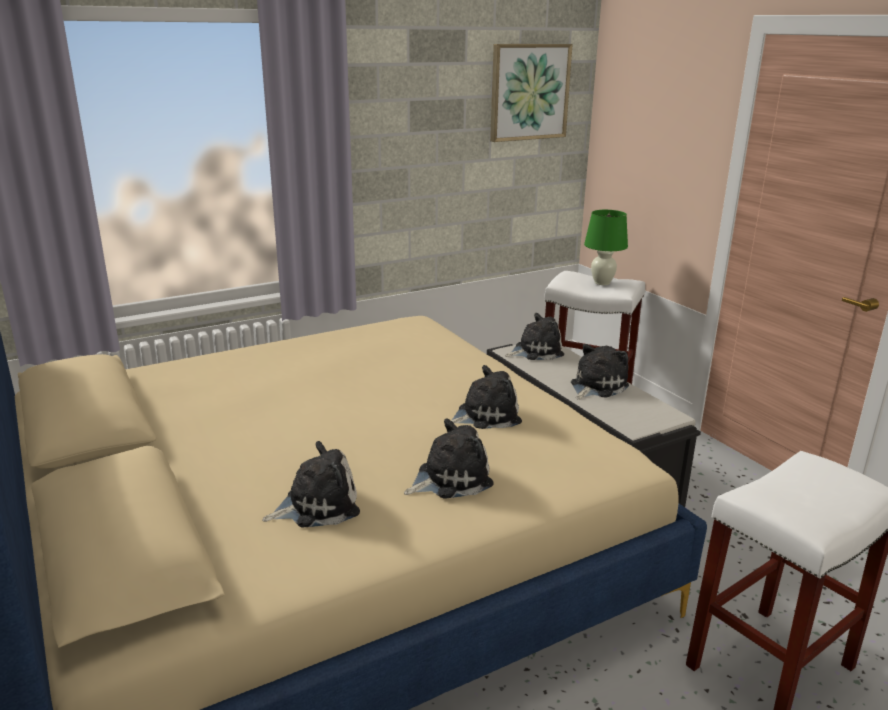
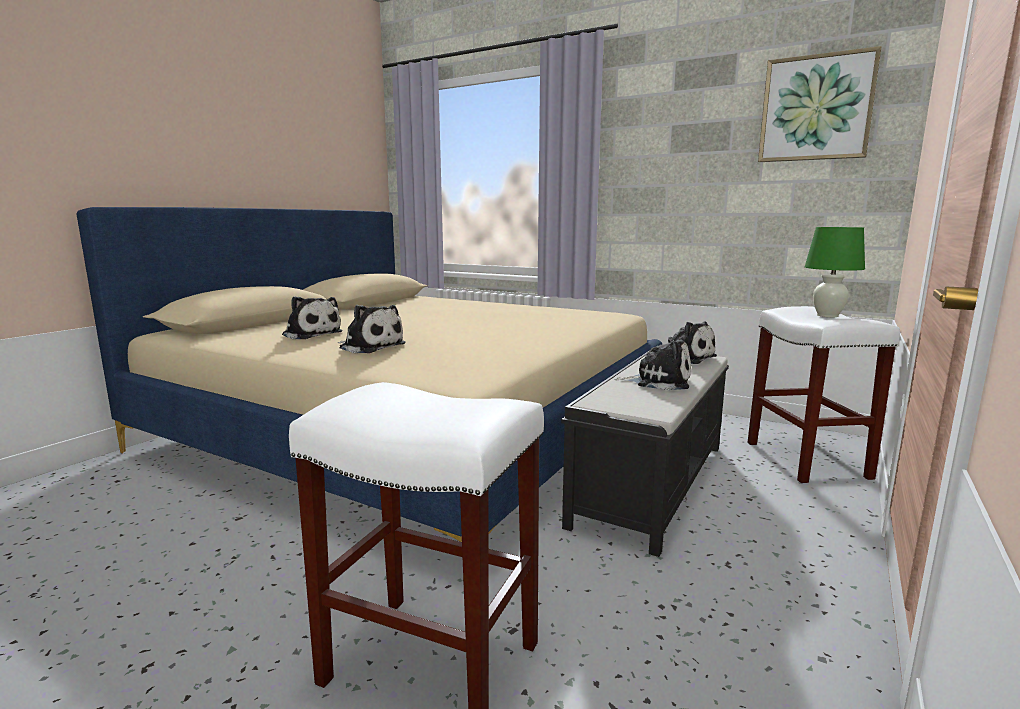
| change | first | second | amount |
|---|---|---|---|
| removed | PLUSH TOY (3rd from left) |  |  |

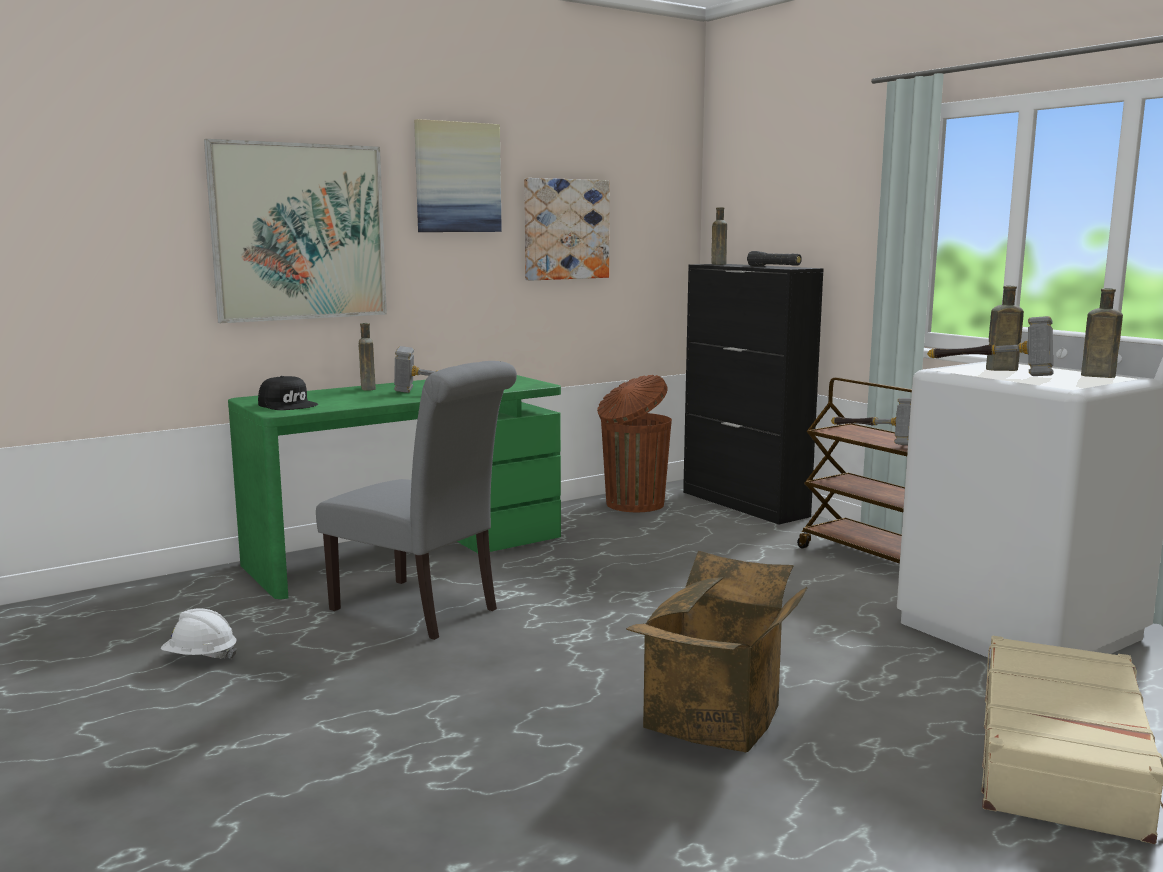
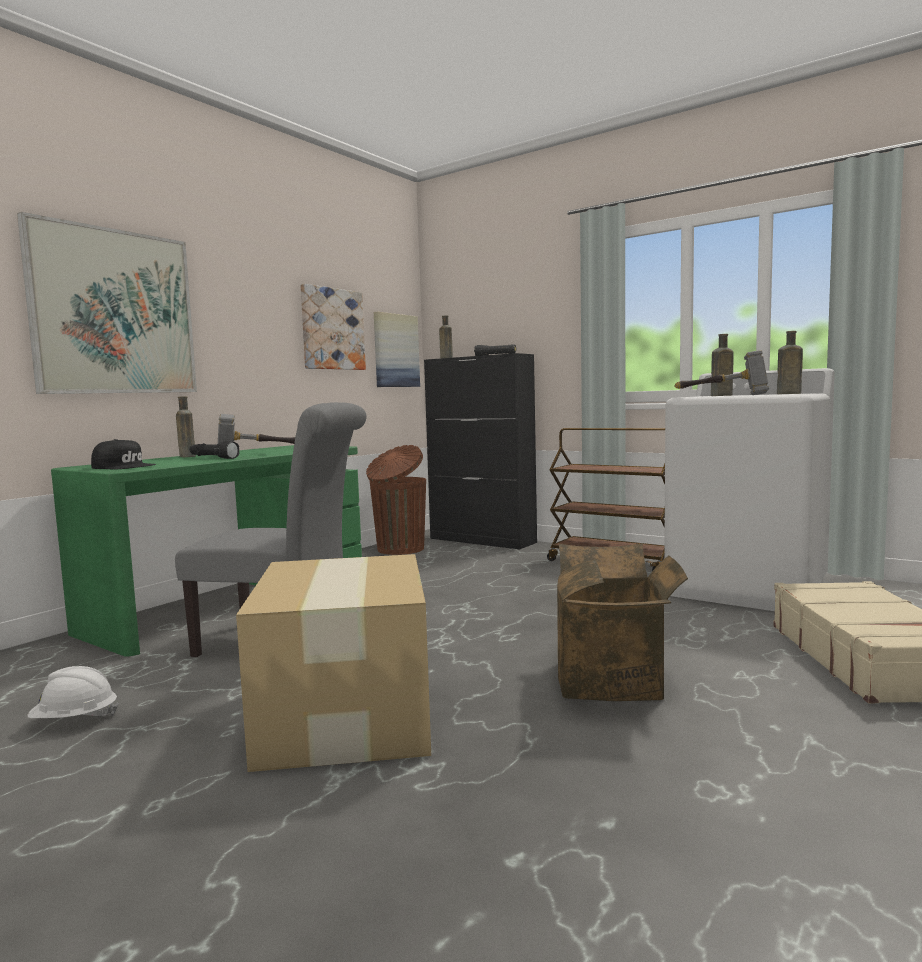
| change | first | second | amount |
|---|---|---|---|
| moved | PICTURE (2nd from left in the first image) | PICTURE (3rd from left) |  |
| removed | HAMMER (2nd from left) |  |  |
| added |  | BLACK FLASHLIGHT (1st from left) |  |
| added |  | CARDBOARD BOX (1st from left) |  |

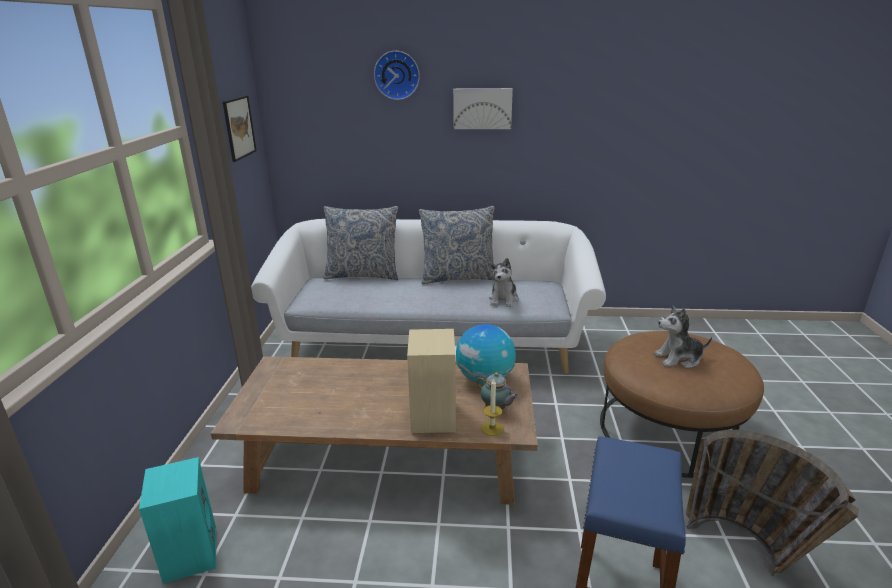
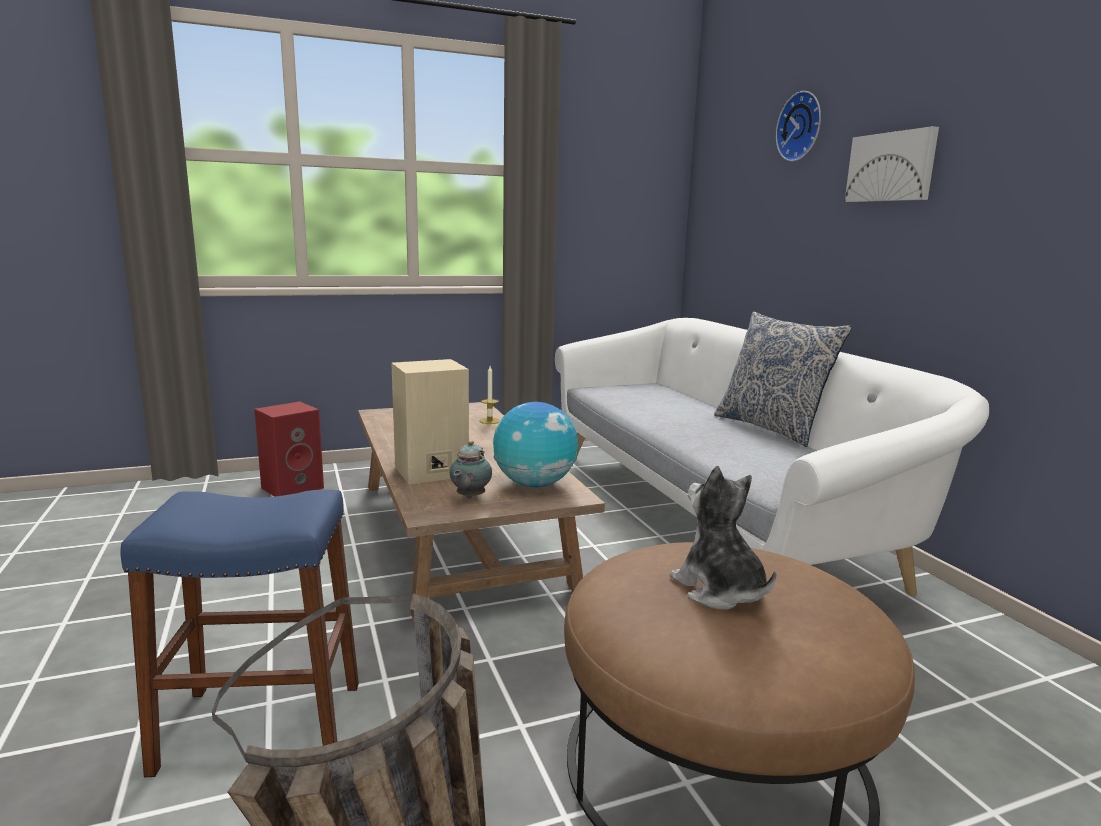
| change | first | second | amount |
|---|---|---|---|
| recoloured | TURQUOISE SPEAKER | RED SPEAKER |  |
| removed | PICTURE (1st from left) |  |  |
| removed | PILLOW (1st from left) |  |  |
| moved | CANDLE |  |  |
| removed | PLUSH TOY (1st from left) |  |  |

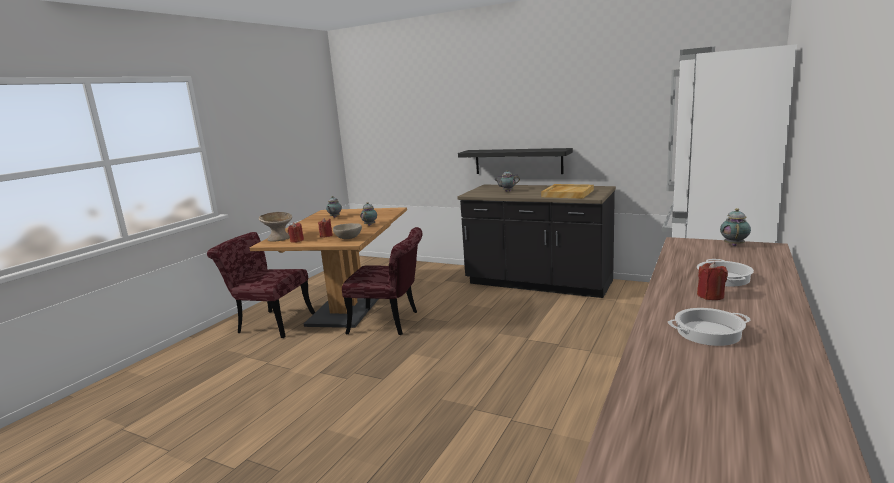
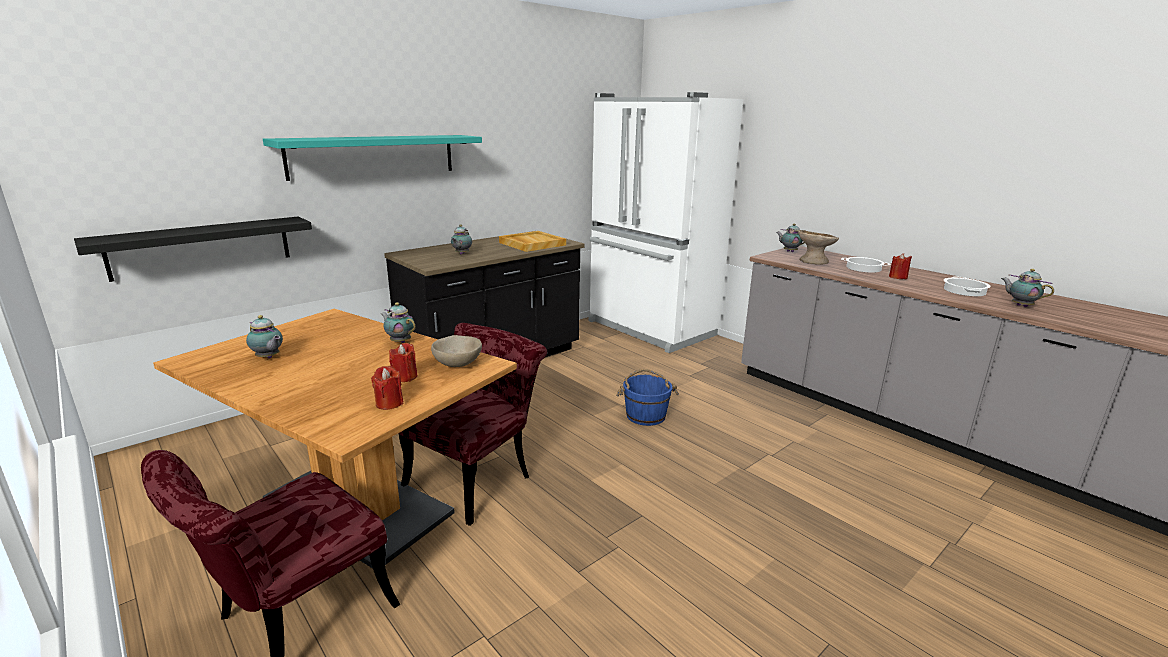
| change | first | second | amount |
|---|---|---|---|
| moved | BEIGE BOWL (1st from left in the first image) | BEIGE BOWL (2nd from left) |  |
| moved | BLACK SHELF |  |  |
| added |  | TURQUOISE SHELF |  |
| added |  | BLUE BUCKET |  |
| added |  | TEAPOT (5th from left) |  |

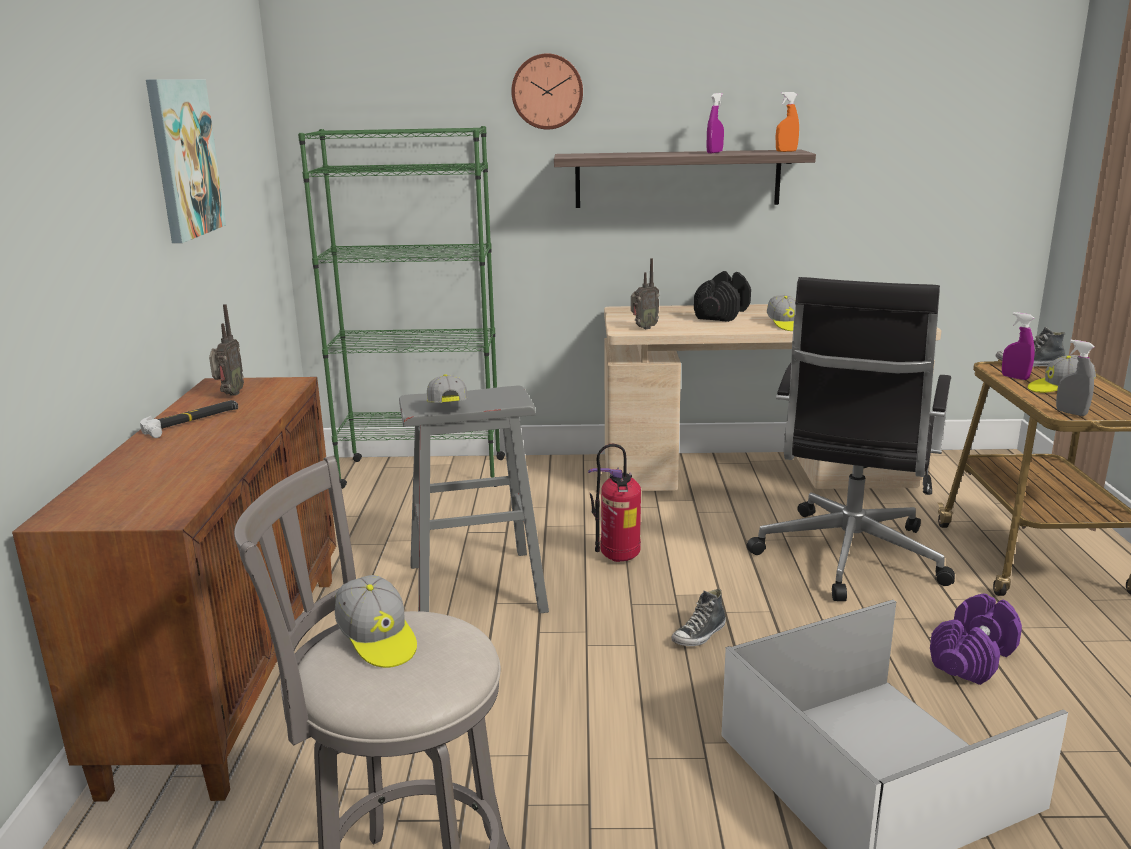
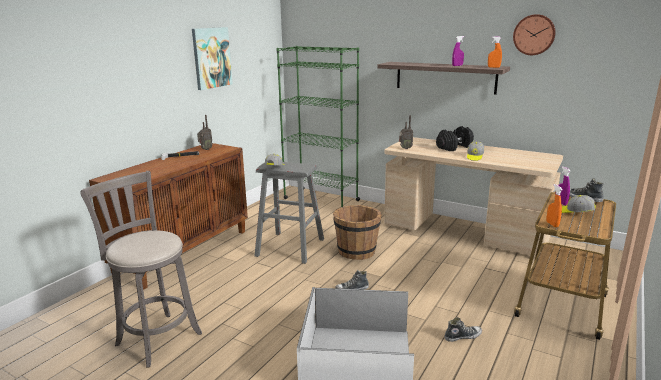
| change | first | second | amount |
|---|---|---|---|
| removed | CAP (1st from left) |  |  |
| moved | WALL CLOCK |  |  |
| replaced | FIRE EXTINGUISHER | BROWN BUCKET |  |
| removed | BLACK OFFICE CHAIR |  |  |
| replaced | PURPLE DUMBBELL | SHOE (2nd from left) |  |
| recoloured | GREY SPRAY BOTTLE | ORANGE SPRAY BOTTLE (2nd from left) |  |

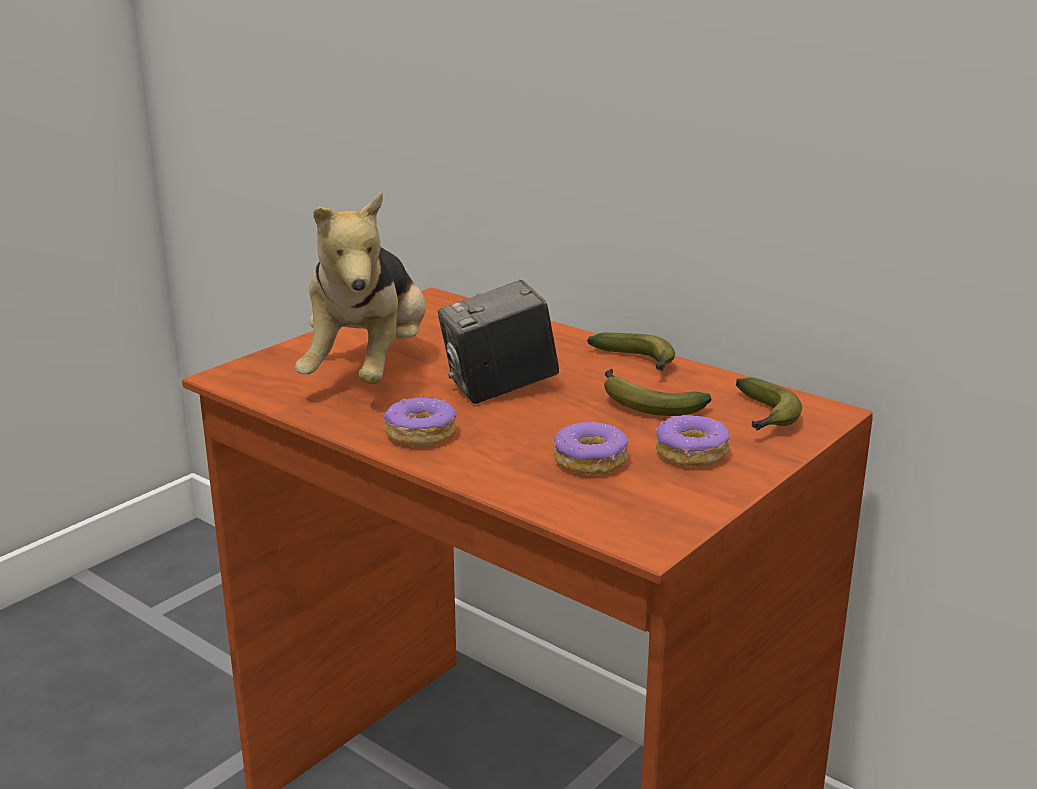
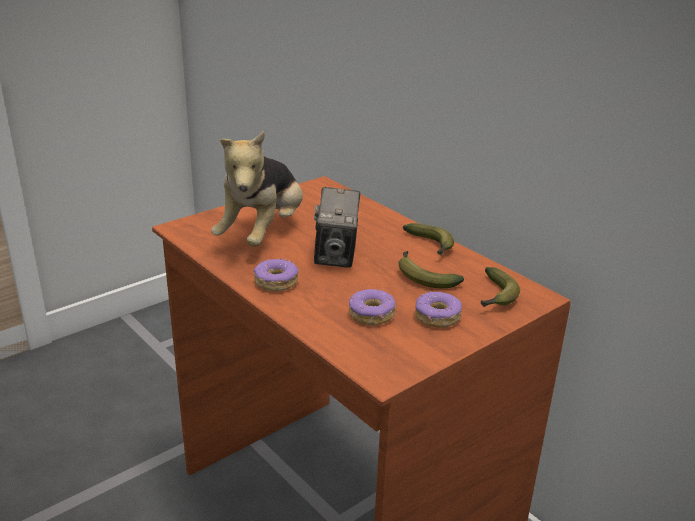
| change | first | second | amount |
|---|---|---|---|
| turned | PHOTO CAMERA |  | 75 degrees counterclockwise |

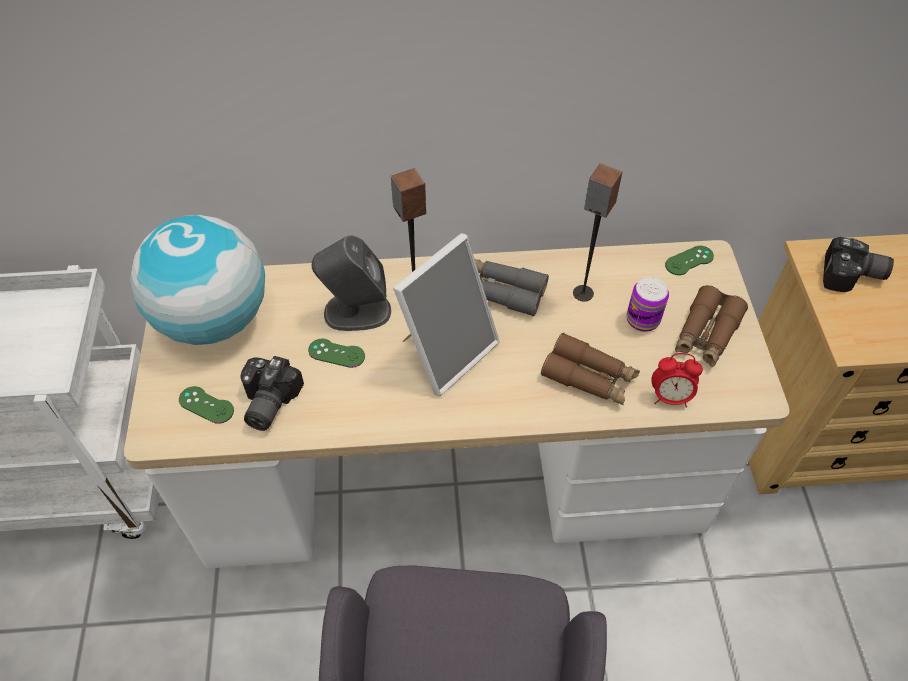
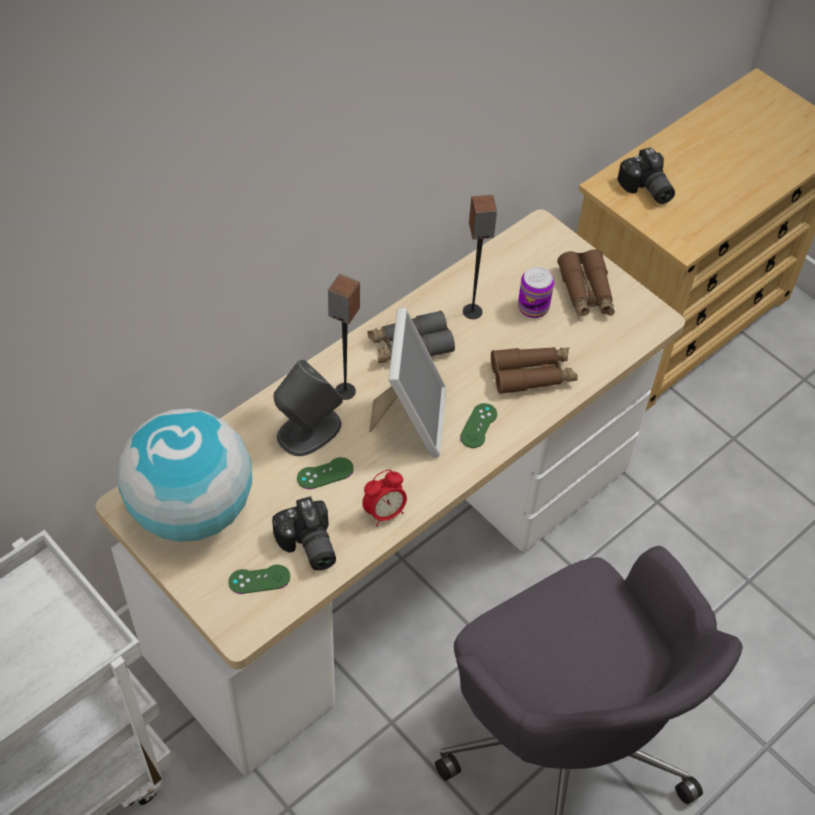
| change | first | second | amount |
|---|---|---|---|
| moved | ALARM CLOCK |  |  |
| moved | GREEN GAME CONTROLLER (3rd from left) |  |  |
| turned | PHOTO CAMERA (2nd from left) |  | 90 degrees clockwise |

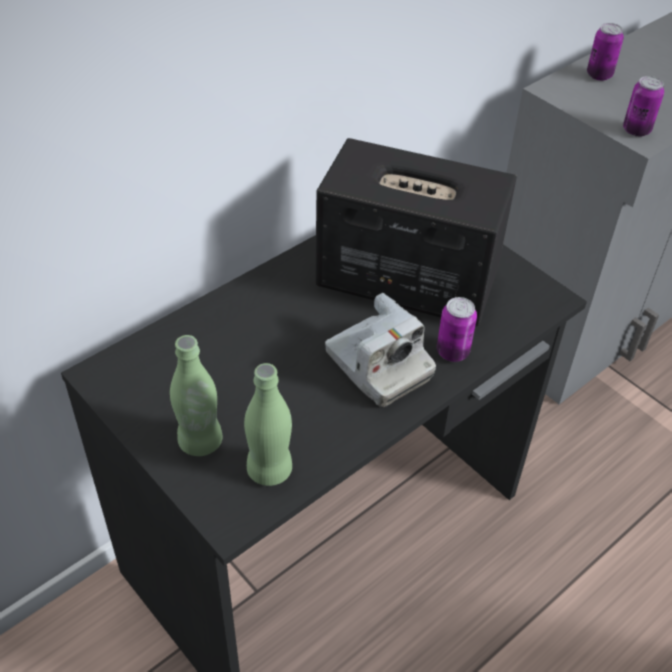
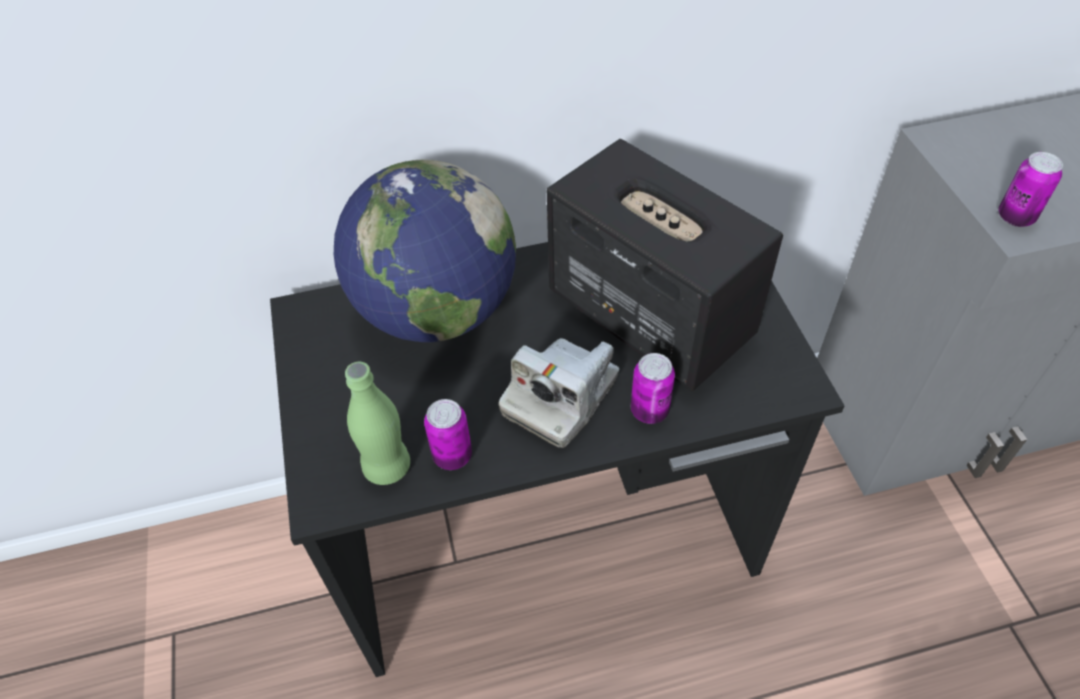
| change | first | second | amount |
|---|---|---|---|
| removed | GREEN BOTTLE (1st from left) |  |  |
| turned | PHOTO CAMERA |  | 45 degrees clockwise |
| moved | CAN (2nd from left in the first image) | CAN (1st from left) |  |
| added |  | GLOBE |  |

